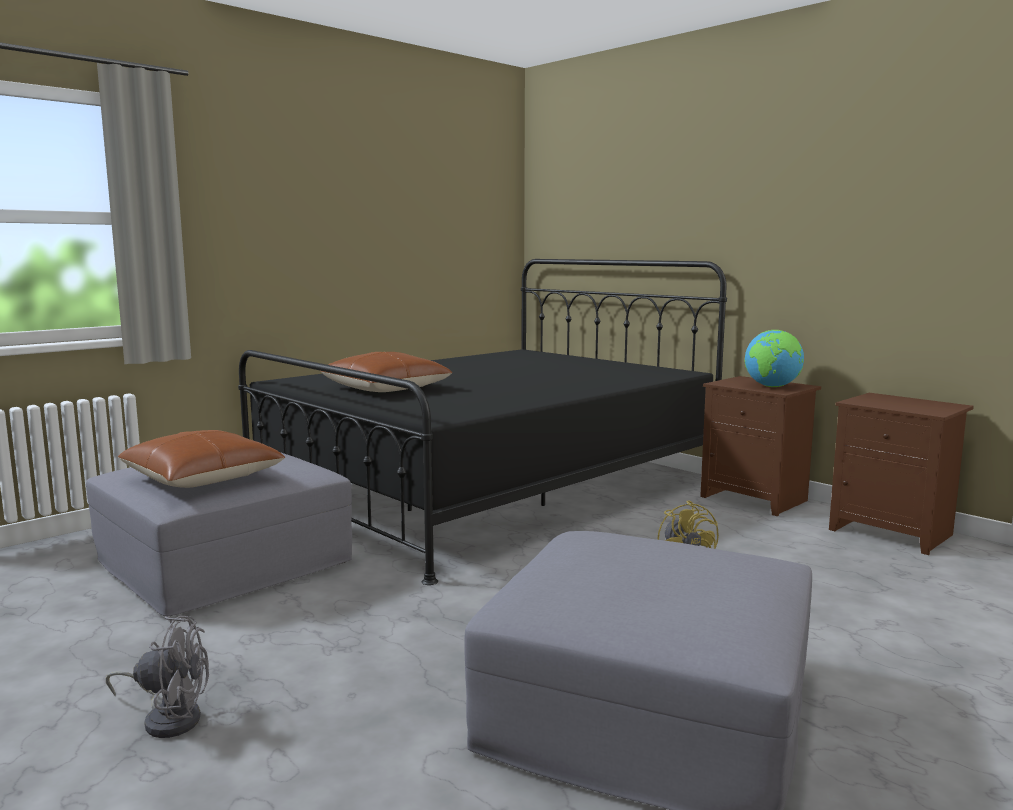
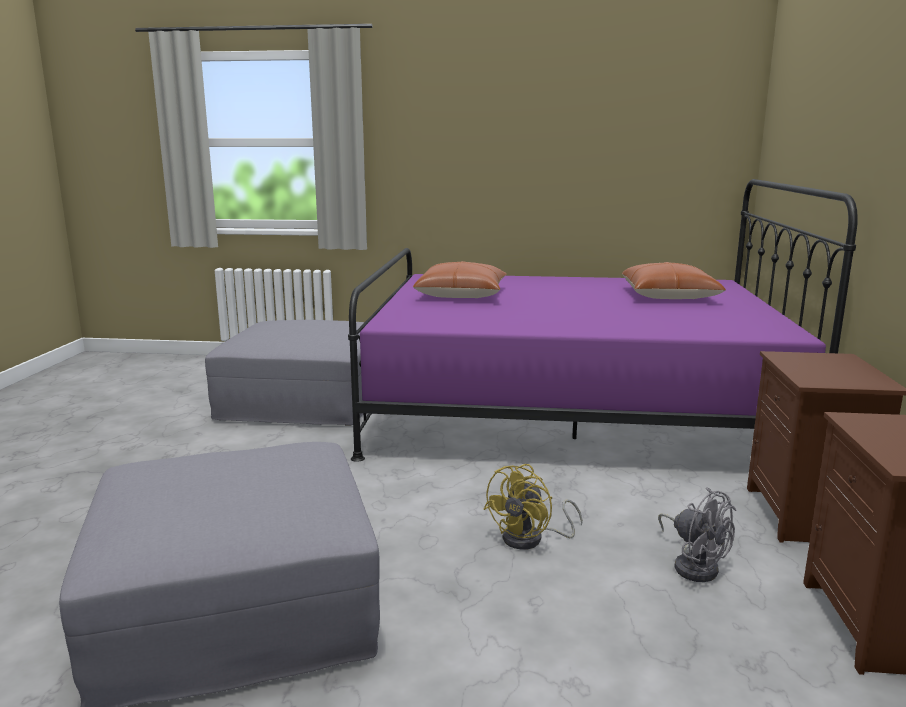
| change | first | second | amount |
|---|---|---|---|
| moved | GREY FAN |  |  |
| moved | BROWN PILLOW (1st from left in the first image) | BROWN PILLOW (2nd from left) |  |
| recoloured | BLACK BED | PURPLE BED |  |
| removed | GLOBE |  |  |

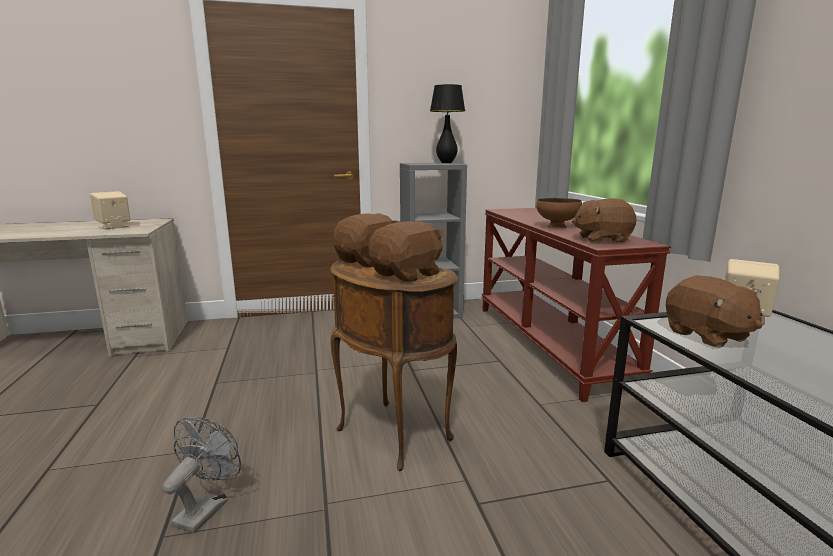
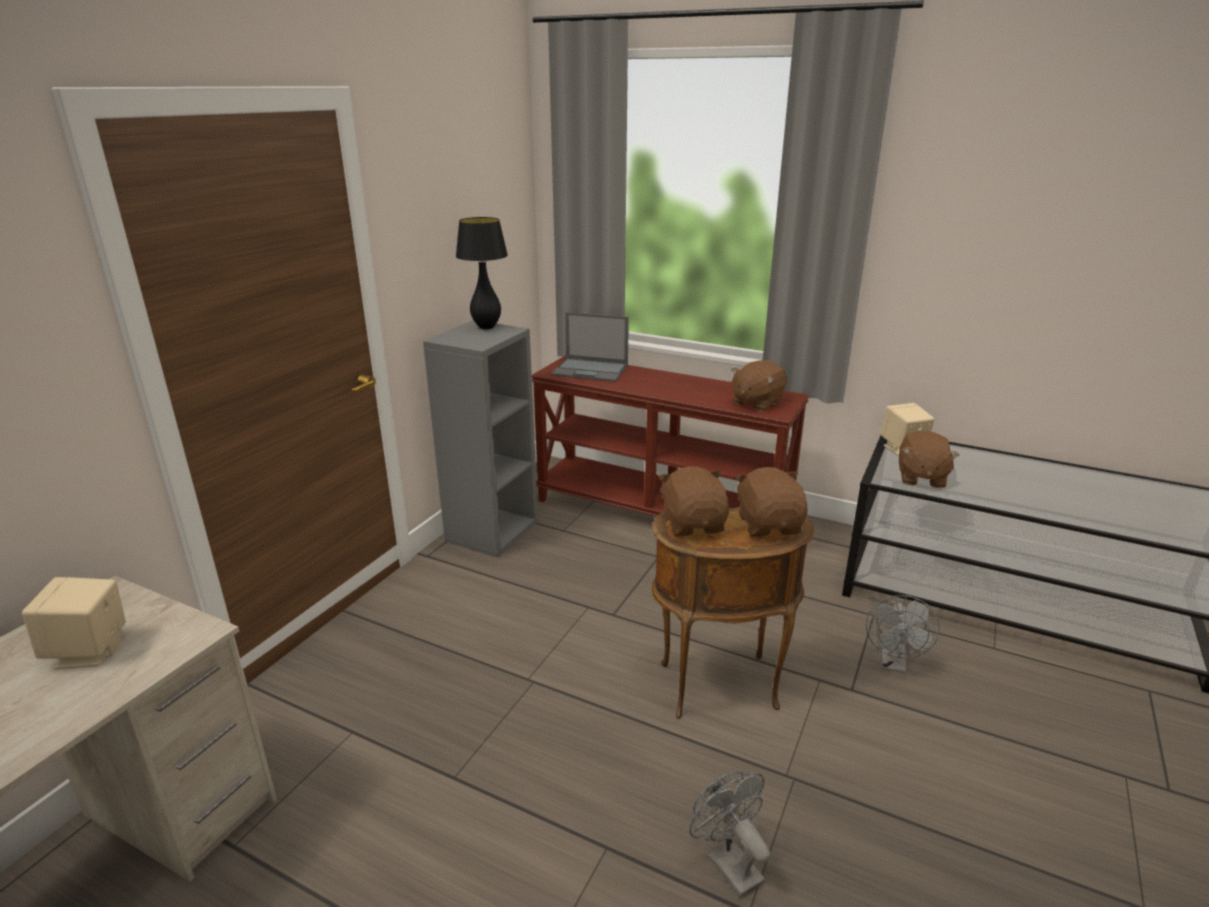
| change | first | second | amount |
|---|---|---|---|
| removed | BROWN BOWL |  |  |
| turned | BROWN PLUSH TOY (4th from left) |  | 90 degrees clockwise |
| added |  | LAPTOP |  |
| added |  | GREY FAN (2nd from left) |  |

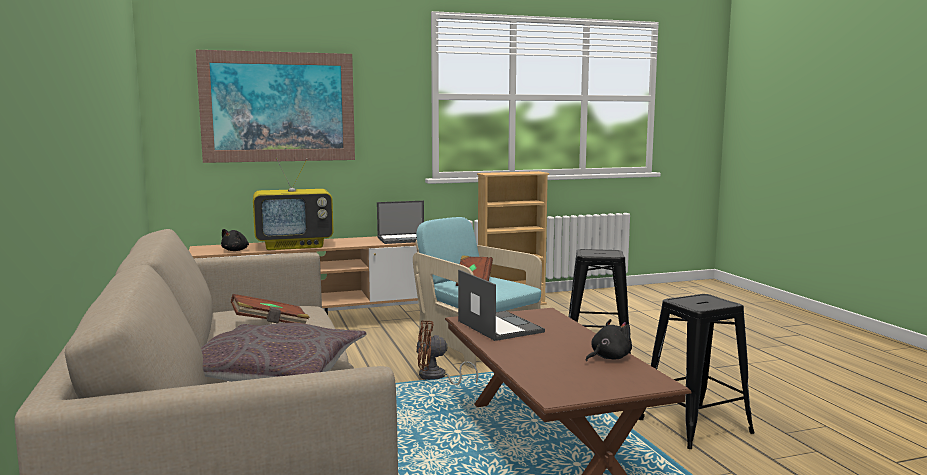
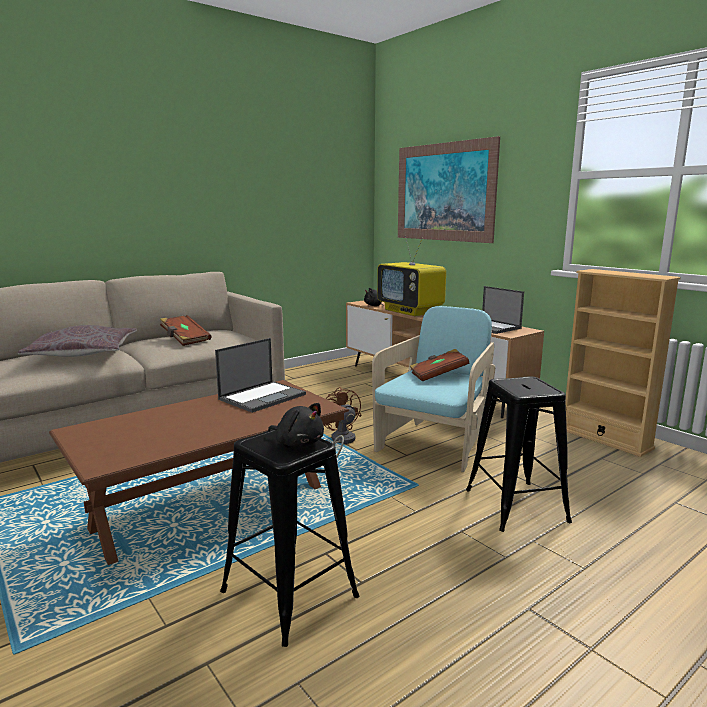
| change | first | second | amount |
|---|---|---|---|
| moved | BLACK PLUSH TOY (2nd from left in the first image) | BLACK PLUSH TOY (1st from left) |  |

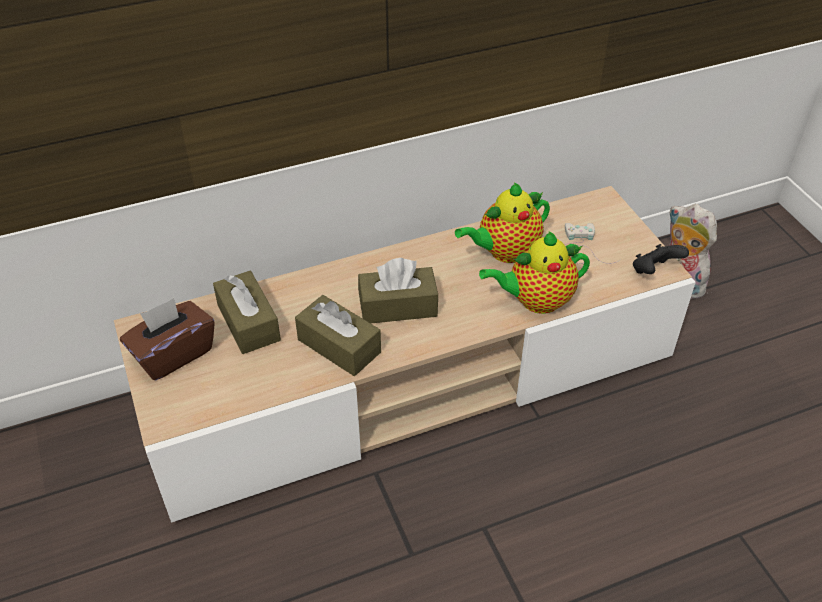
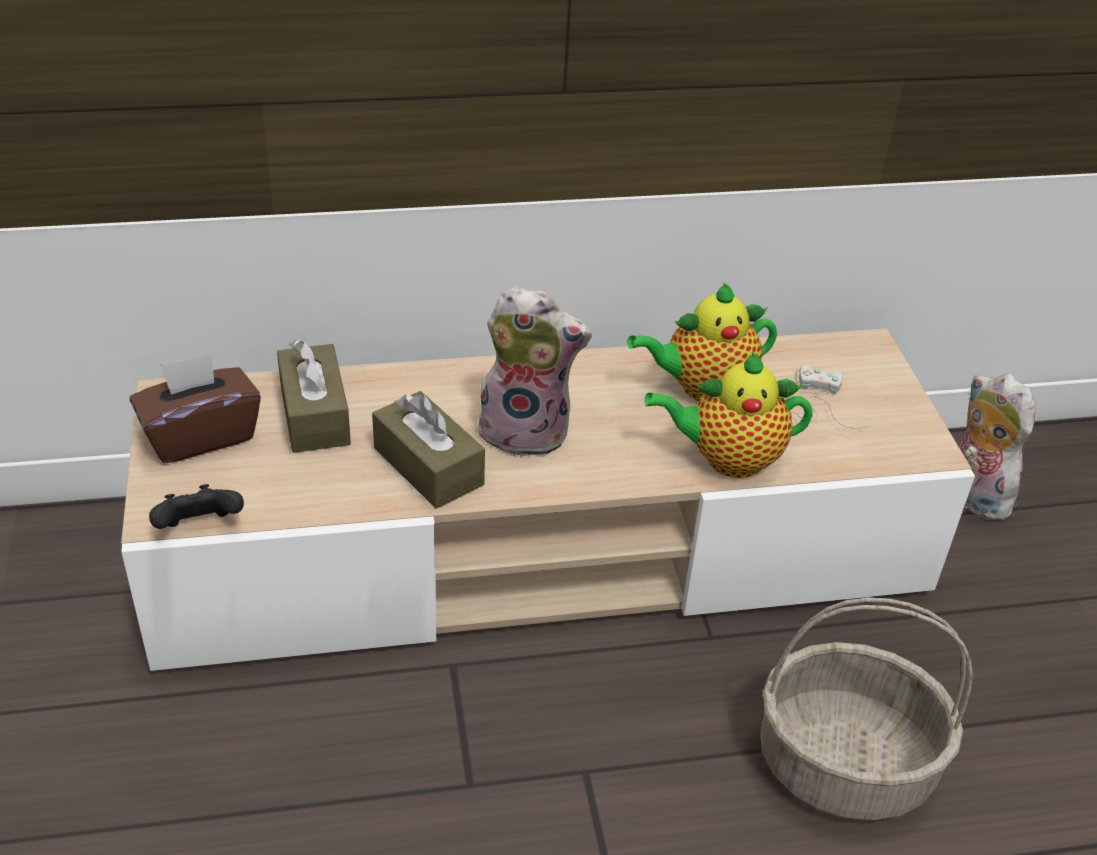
| change | first | second | amount |
|---|---|---|---|
| replaced | BROWN TISSUE BOX (4th from left) | PLUSH TOY (1st from left) |  |
| moved | BLACK GAME CONTROLLER |  |  |
| added |  | BASKET |  |

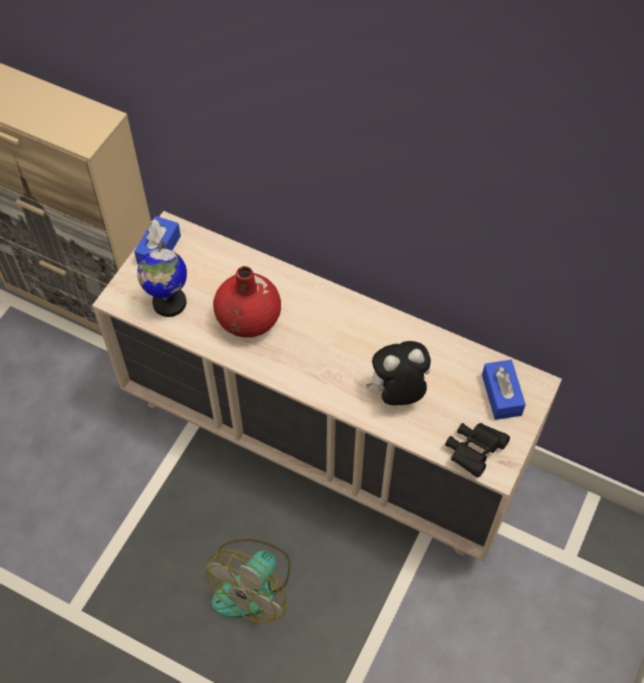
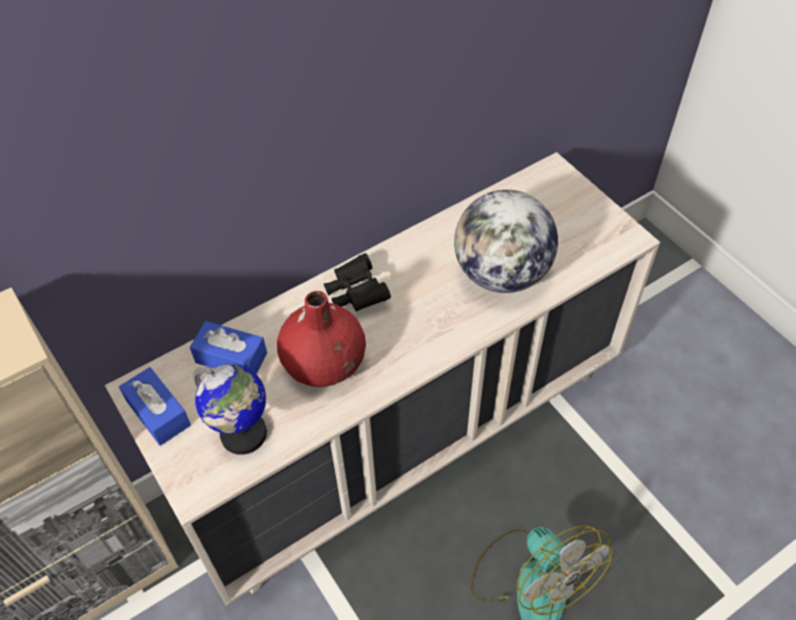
| change | first | second | amount |
|---|---|---|---|
| replaced | PLUSH TOY | GLOBE (2nd from left) |  |
| moved | BLACK BINOCULARS |  |  |
| moved | BLUE TISSUE BOX (2nd from left) |  |  |

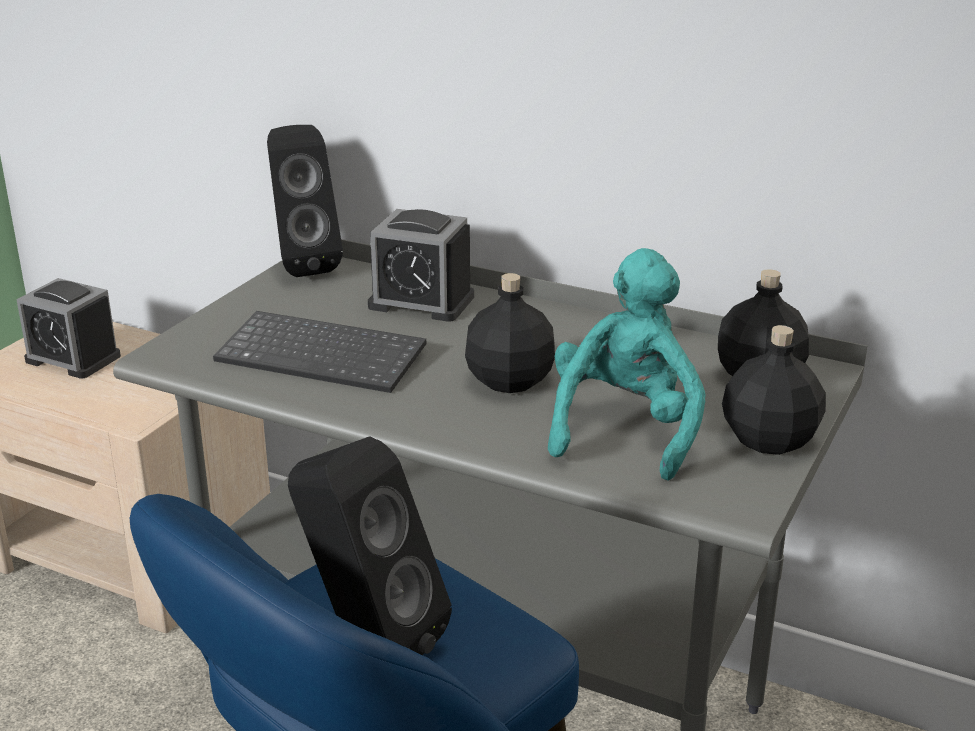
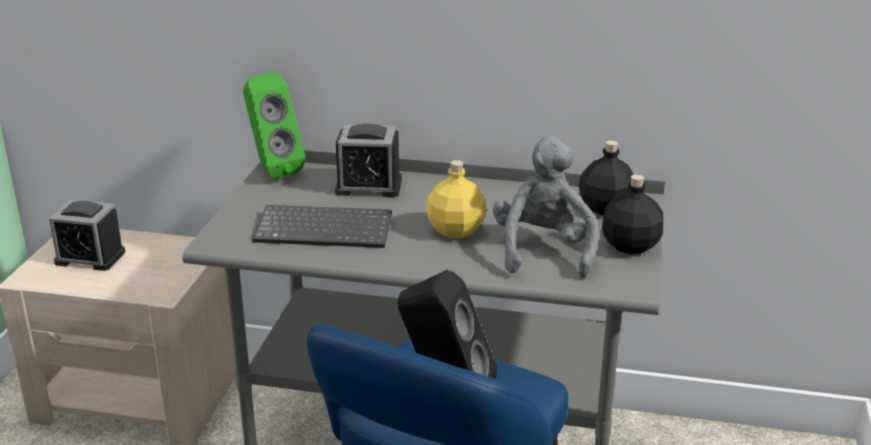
| change | first | second | amount |
|---|---|---|---|
| recoloured | BLACK SPEAKER (1st from left) | GREEN SPEAKER |  |
| recoloured | BLACK BOTTLE (1st from left) | YELLOW BOTTLE |  |
| recoloured | TURQUOISE PLUSH TOY | GREY PLUSH TOY |  |

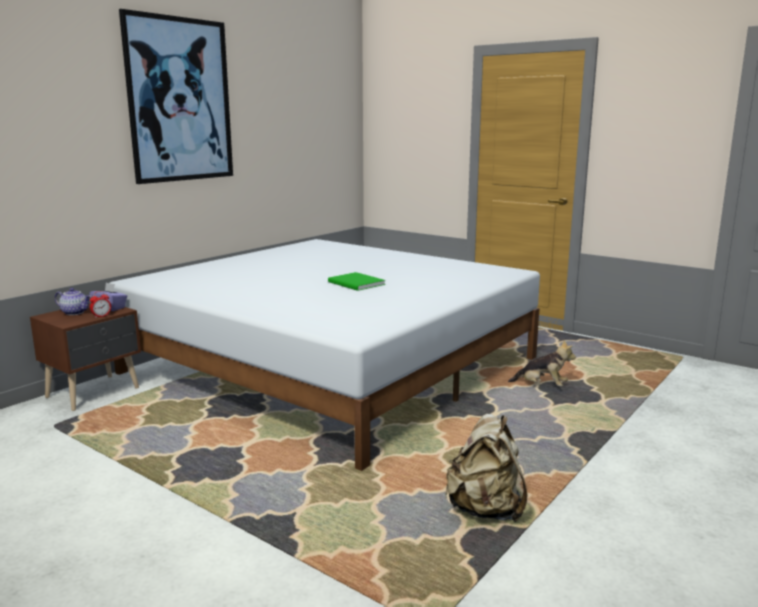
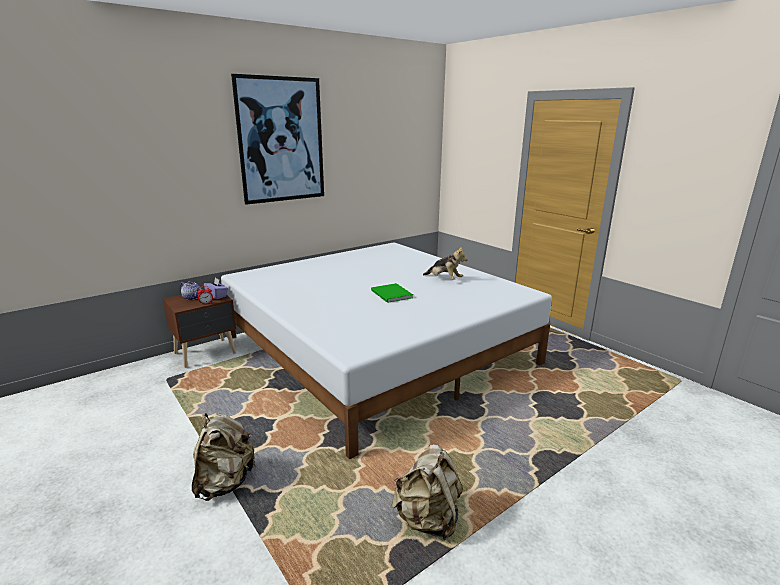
| change | first | second | amount |
|---|---|---|---|
| moved | PLUSH TOY |  |  |
| added |  | BEIGE BACKPACK (1st from left) |  |

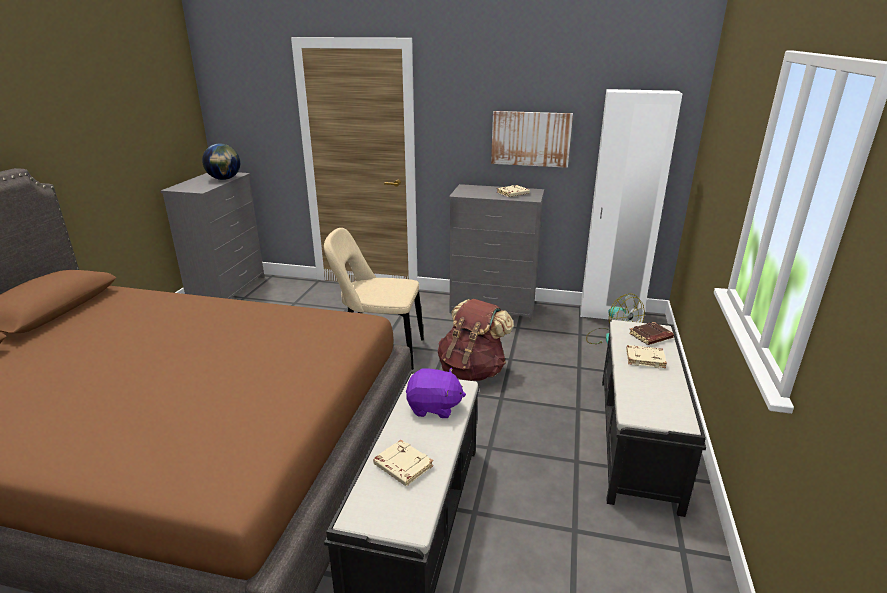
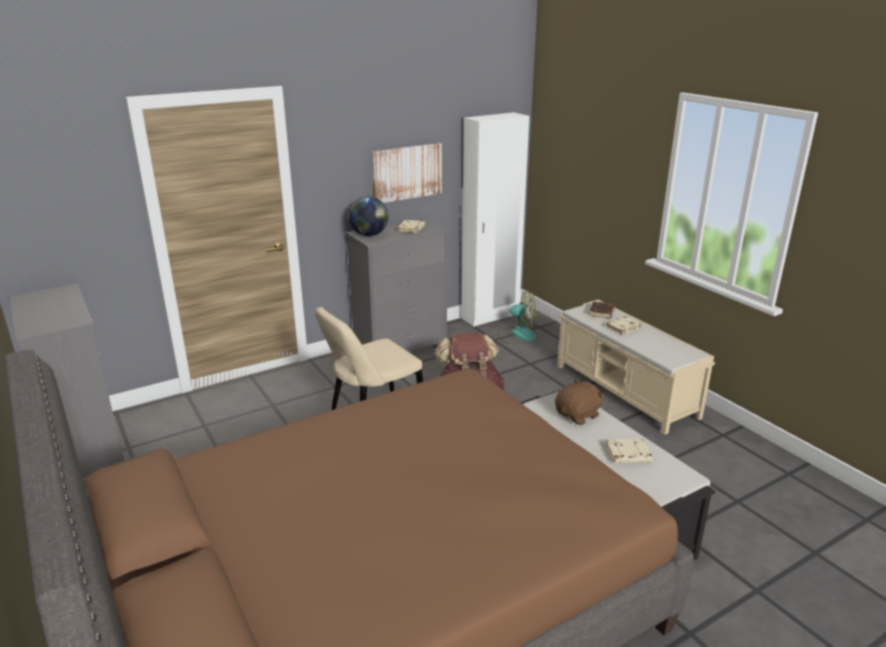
| change | first | second | amount |
|---|---|---|---|
| moved | GLOBE |  |  |
| recoloured | PURPLE PLUSH TOY | BROWN PLUSH TOY |  |
| recoloured | BLACK BENCH (2nd from left) | BEIGE BENCH |  |

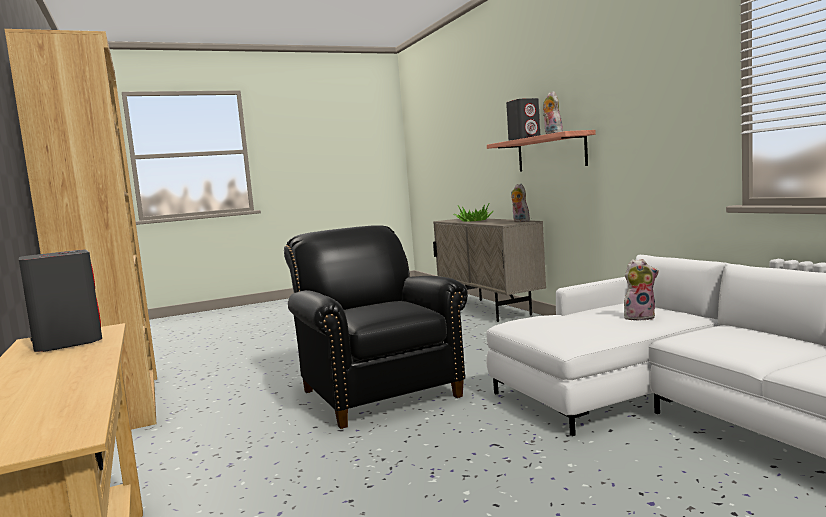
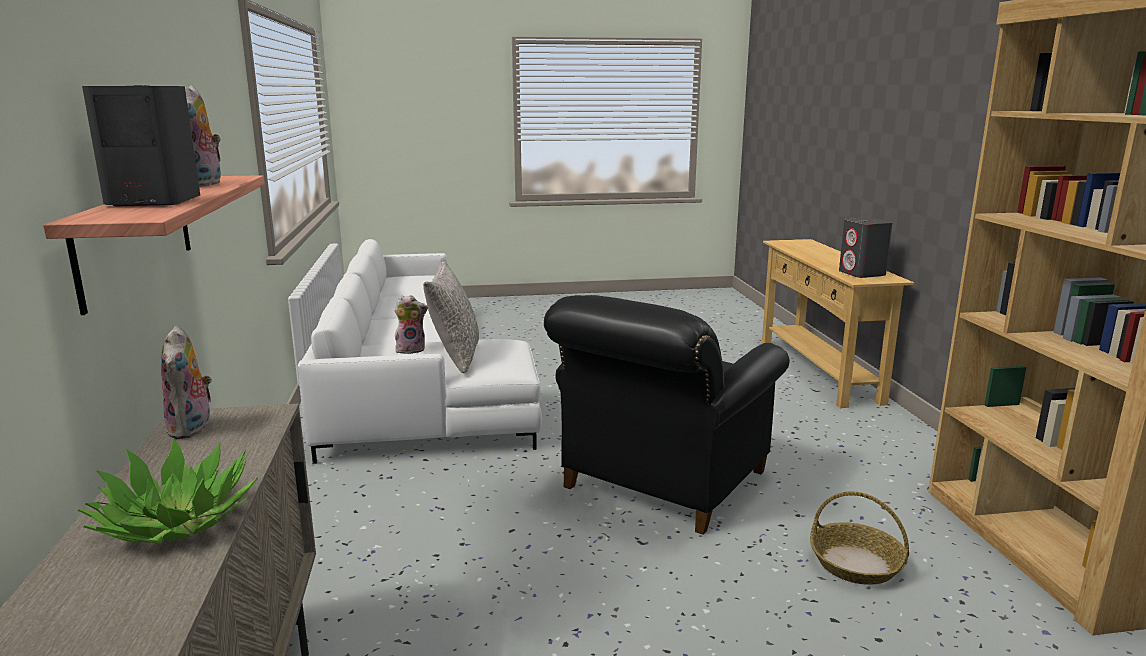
| change | first | second | amount |
|---|---|---|---|
| turned | BLACK ARMCHAIR |  | 45 degrees clockwise |
| turned | PLUSH TOY (3rd from left) |  | 150 degrees clockwise |
| added |  | GREY PILLOW |  |
| added |  | BASKET |  |

